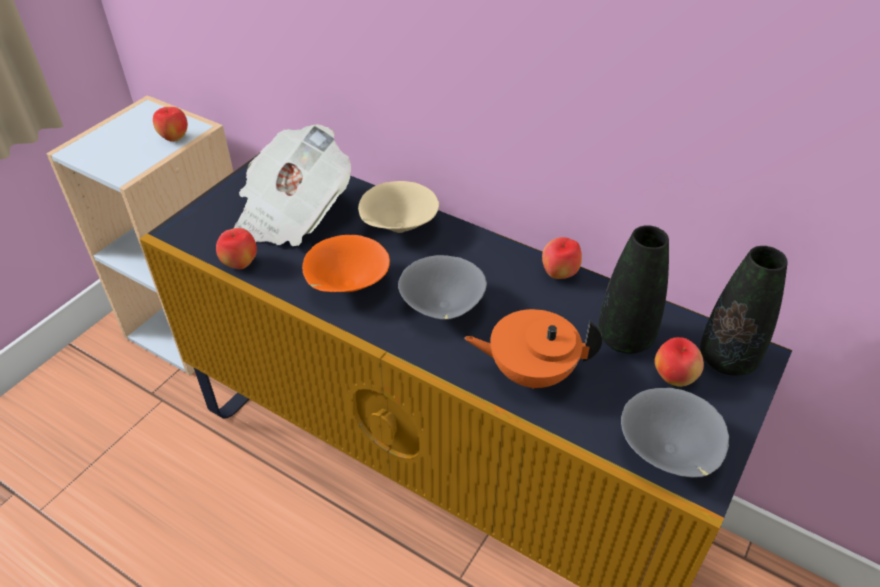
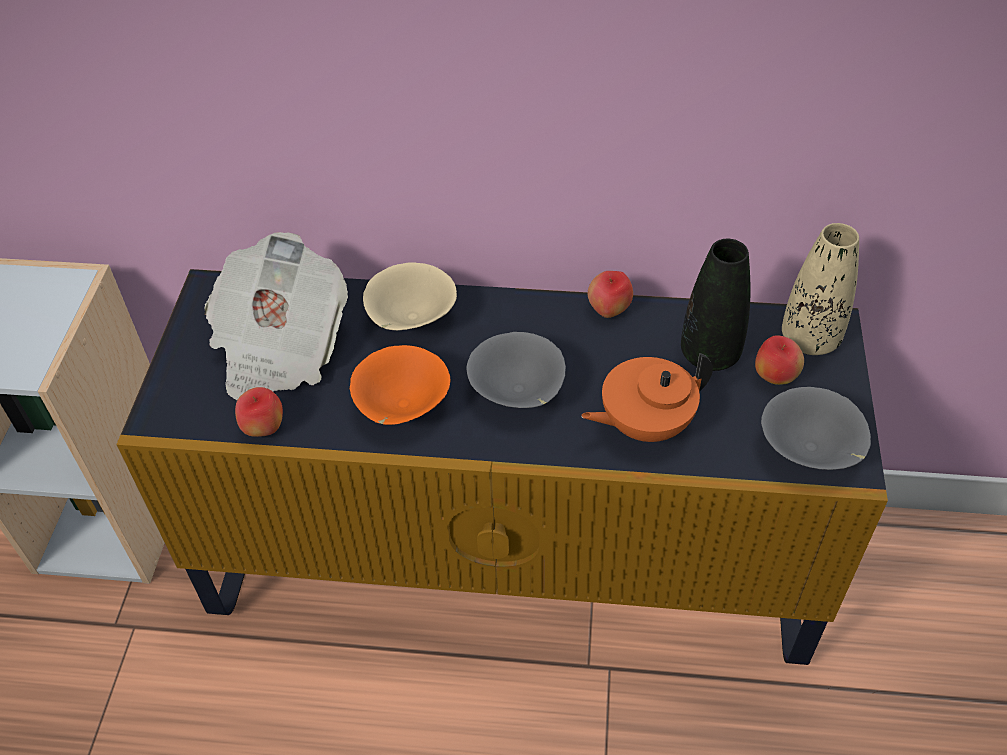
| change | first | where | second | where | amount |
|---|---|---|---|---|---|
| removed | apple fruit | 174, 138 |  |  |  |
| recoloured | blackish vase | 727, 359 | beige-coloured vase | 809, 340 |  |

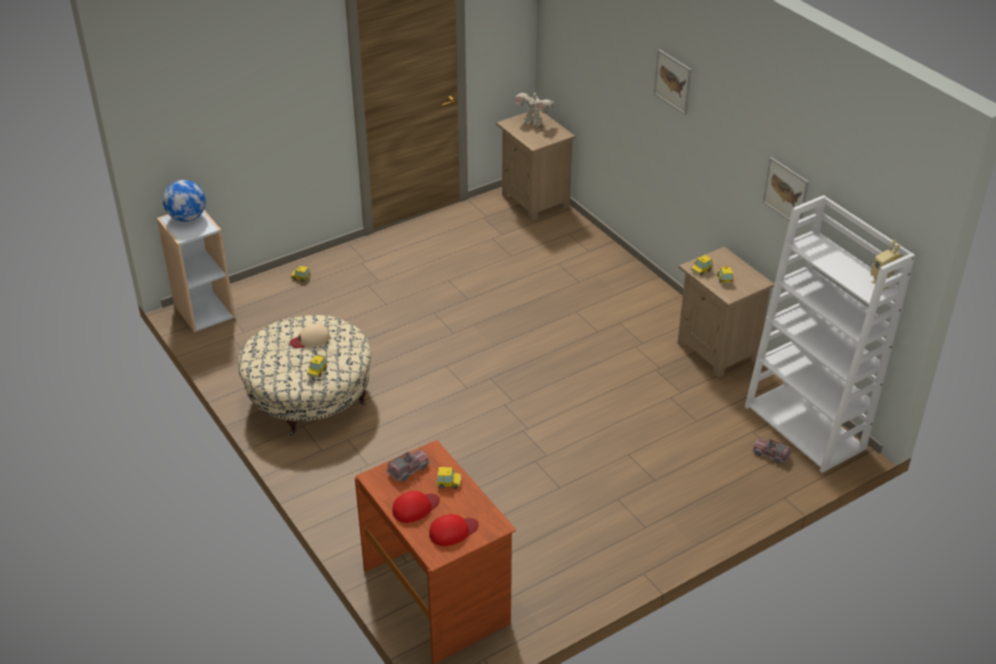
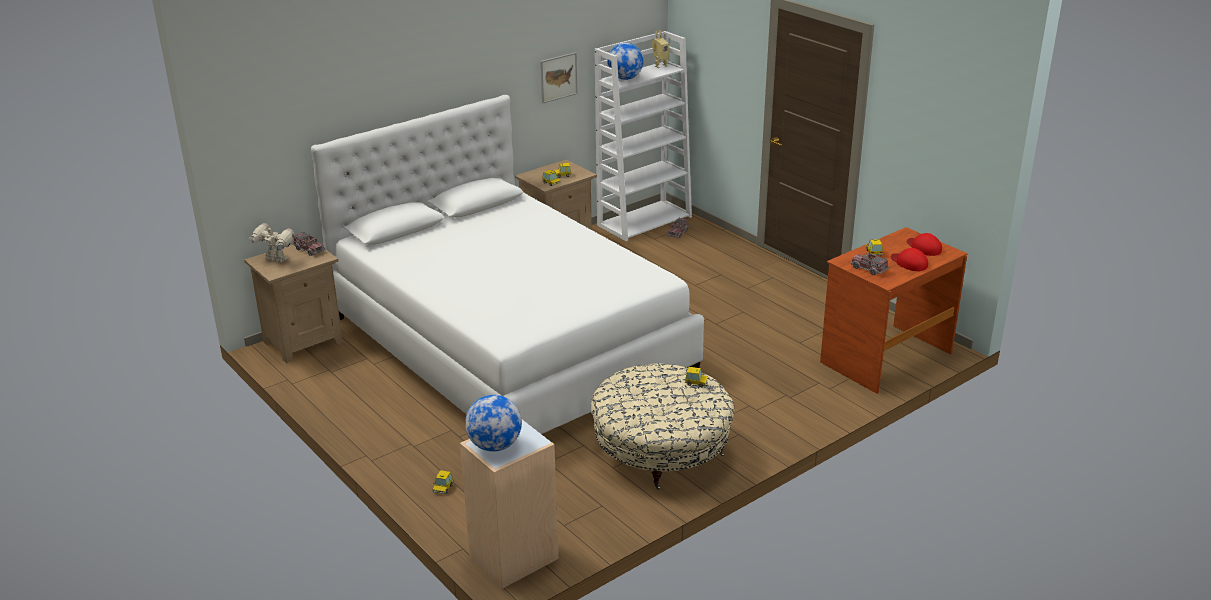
| change | first | where | second | where | amount |
|---|---|---|---|---|---|
| removed | beige-coloured cap | 310, 339 |  |  |  |
| turned | model robot | 533, 122 |  | 276, 260 | 90 degrees counterclockwise |
| removed | wall picture | 673, 81 |  |  |  |
| added |  |  | toy truck | 309, 249 |  |
| added |  |  | white bedroom bed | 509, 343 |  |
| added |  |  | desk globe | 625, 78 |  |

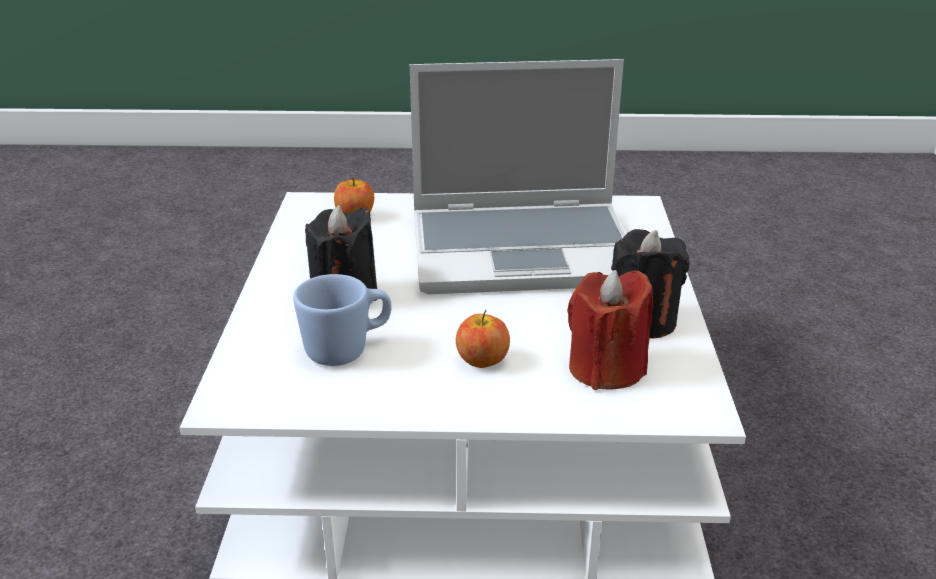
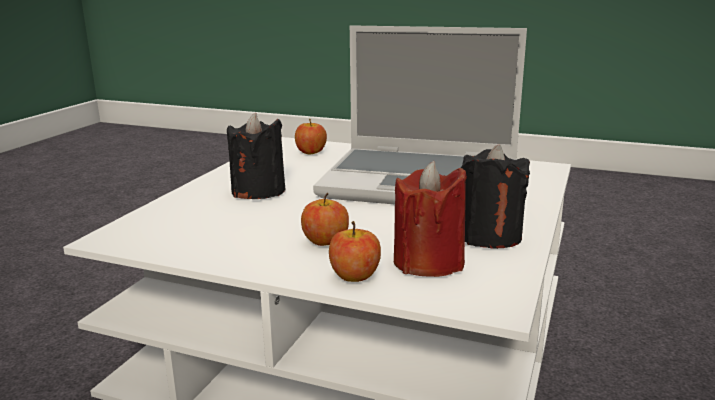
| change | first | where | second | where | amount |
|---|---|---|---|---|---|
| removed | blue tea mug | 347, 350 |  |  |  |
| added |  |  | apple fruit | 355, 276 |  |

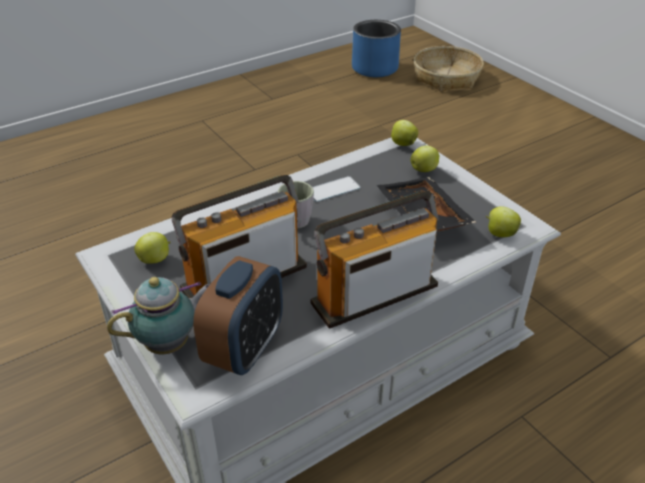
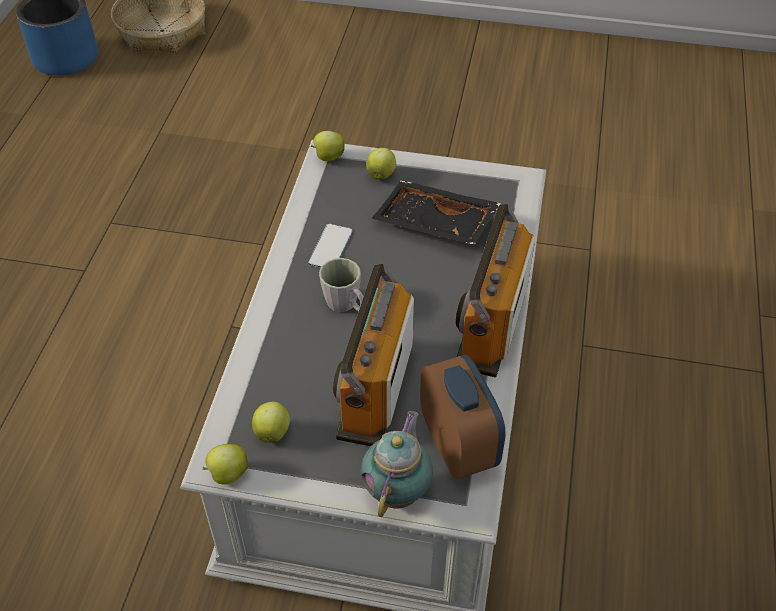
| change | first | where | second | where | amount |
|---|---|---|---|---|---|
| moved | apple fruit | 499, 233 |  | 227, 474 |  |

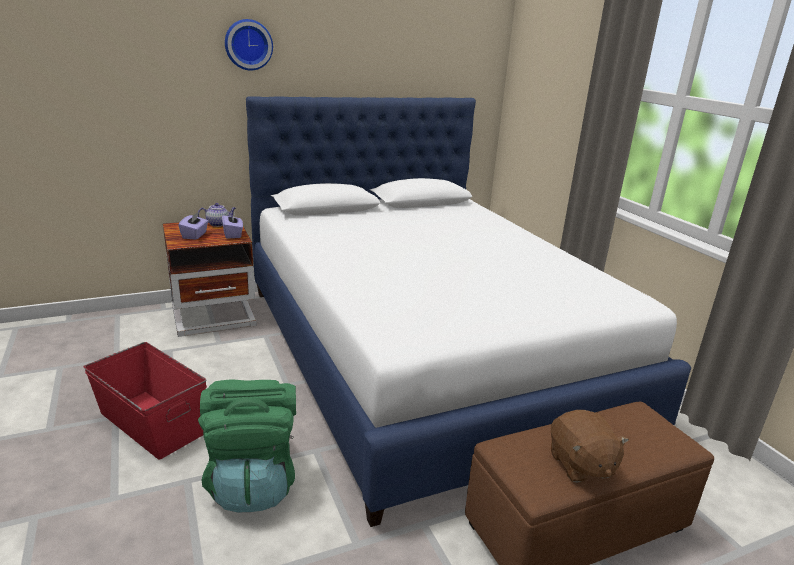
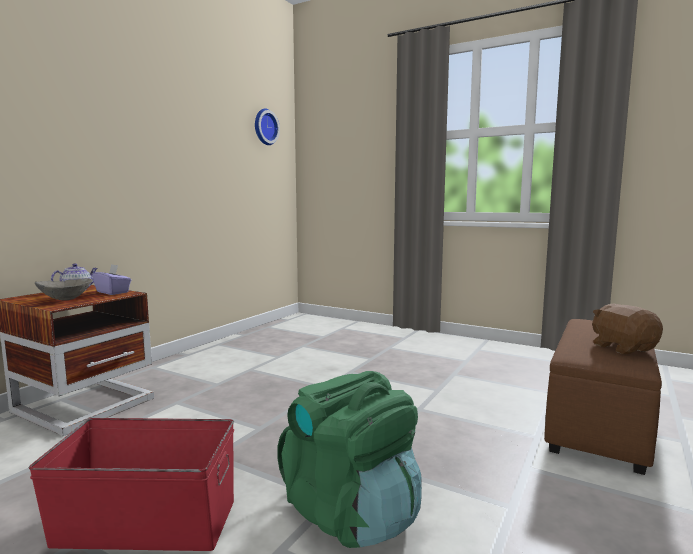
| change | first | where | second | where | amount |
|---|---|---|---|---|---|
| replaced | purple tissue box | 195, 235 | gray deep dish | 65, 299 |  |
| moved | hanging clock | 248, 45 |  | 264, 127 |  |
| removed | white bedroom bed | 424, 353 |  |  |  |
| turned | brown plush toy | 580, 465 |  | 623, 348 | 150 degrees counterclockwise |

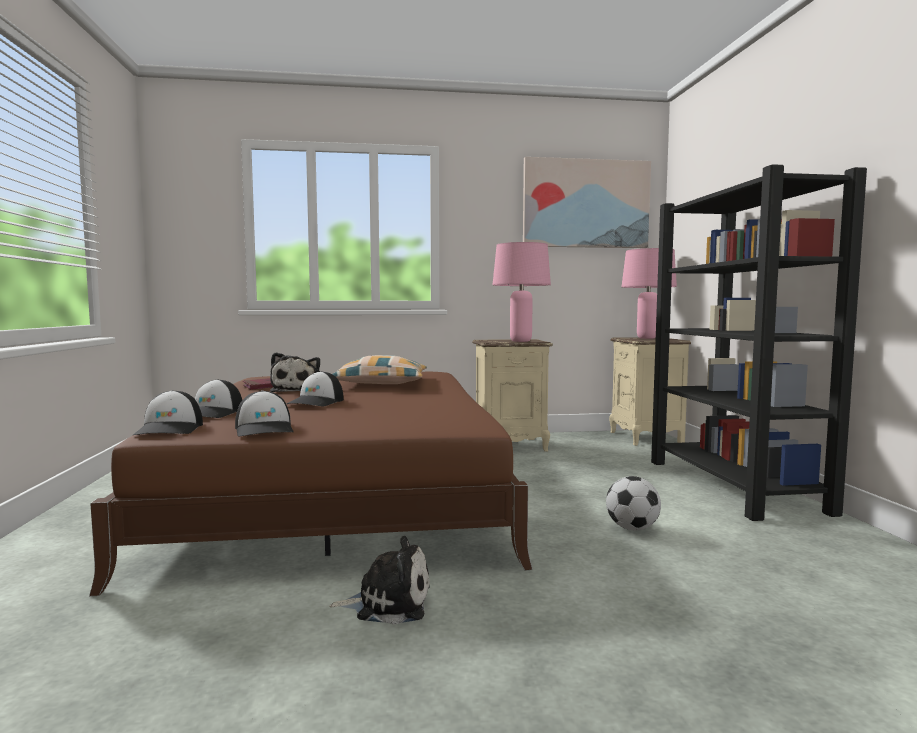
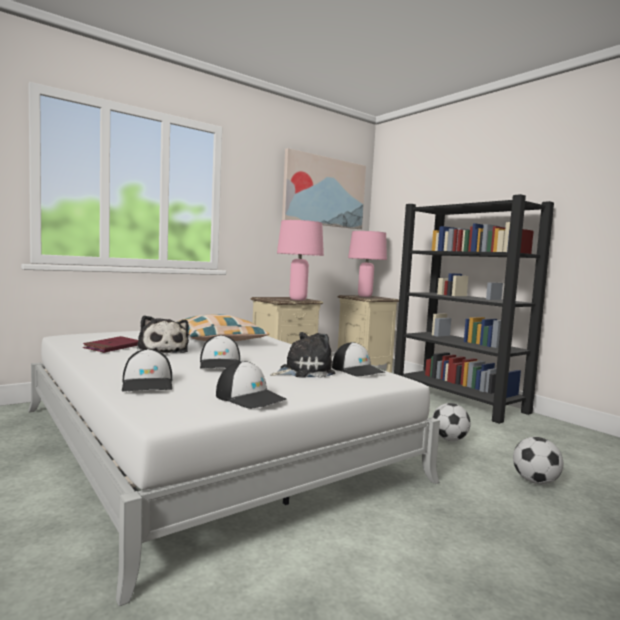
| change | first | where | second | where | amount |
|---|---|---|---|---|---|
| recoloured | brown bedroom bed | 341, 490 | white bedroom bed | 206, 442 |  |
| moved | cap | 170, 429 |  | 358, 370 |  |
| moved | plush toy | 388, 603 |  | 303, 372 |  |
| added |  |  | football | 535, 481 |  |

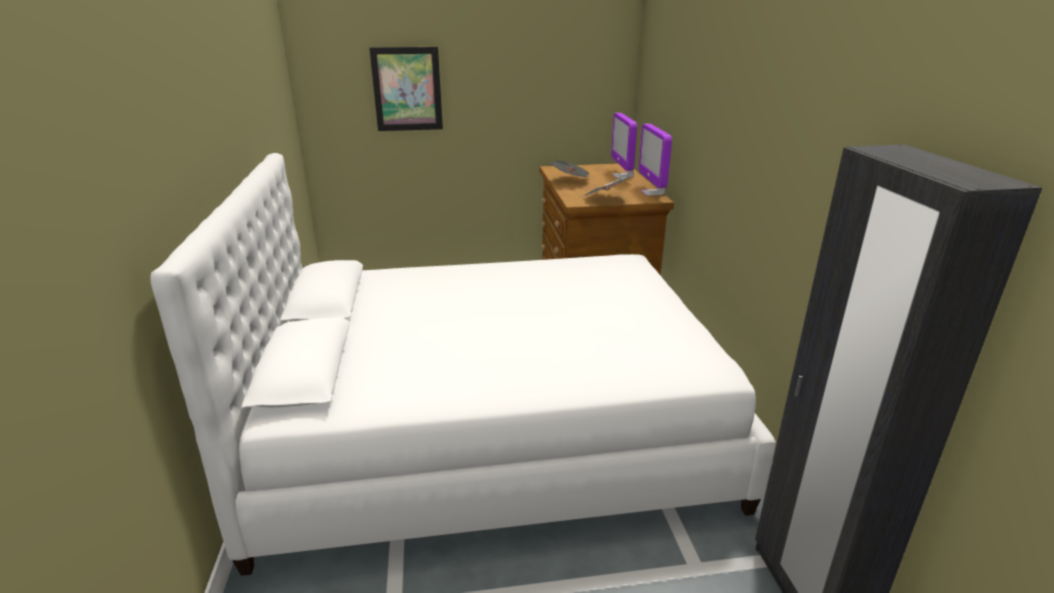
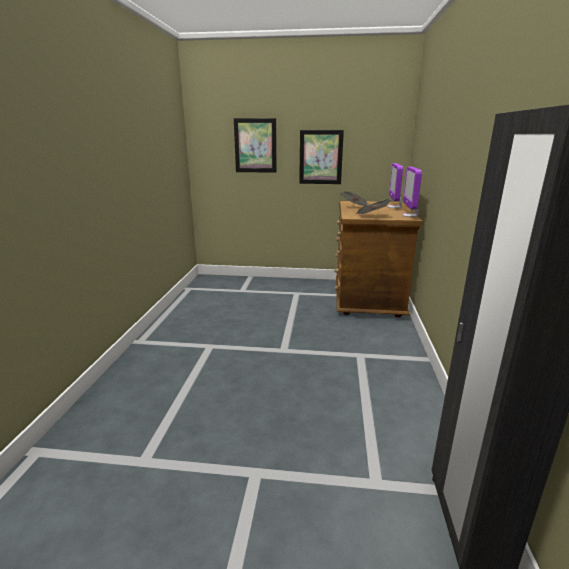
| change | first | where | second | where | amount |
|---|---|---|---|---|---|
| removed | white bedroom bed | 492, 430 |  |  |  |
| added |  |  | wall picture | 320, 157 |  |

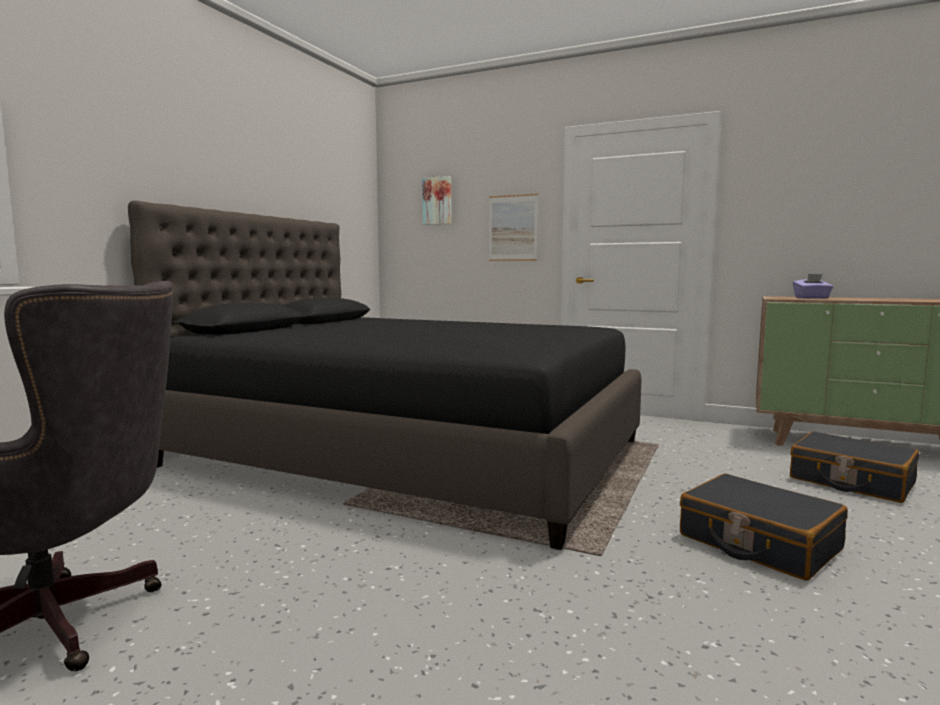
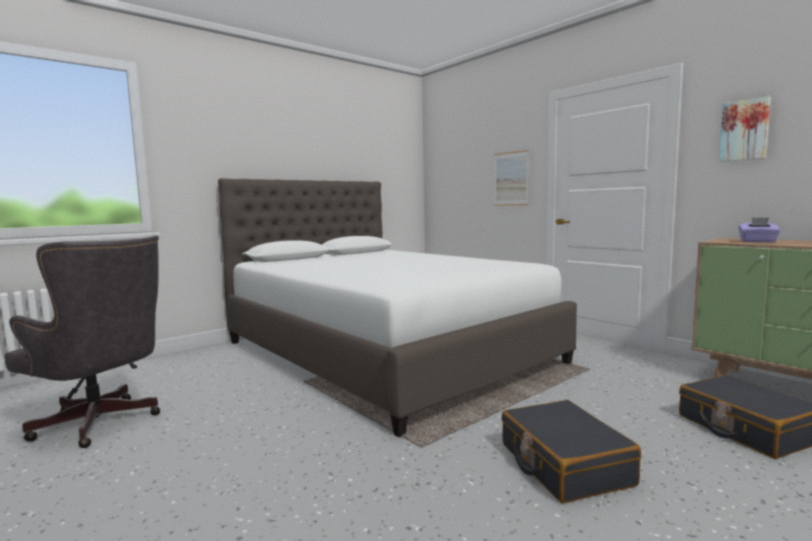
| change | first | where | second | where | amount |
|---|---|---|---|---|---|
| recoloured | blackish bedroom bed | 408, 453 | white bedroom bed | 385, 352 |  |
| moved | wall picture | 437, 201 |  | 744, 130 |  |

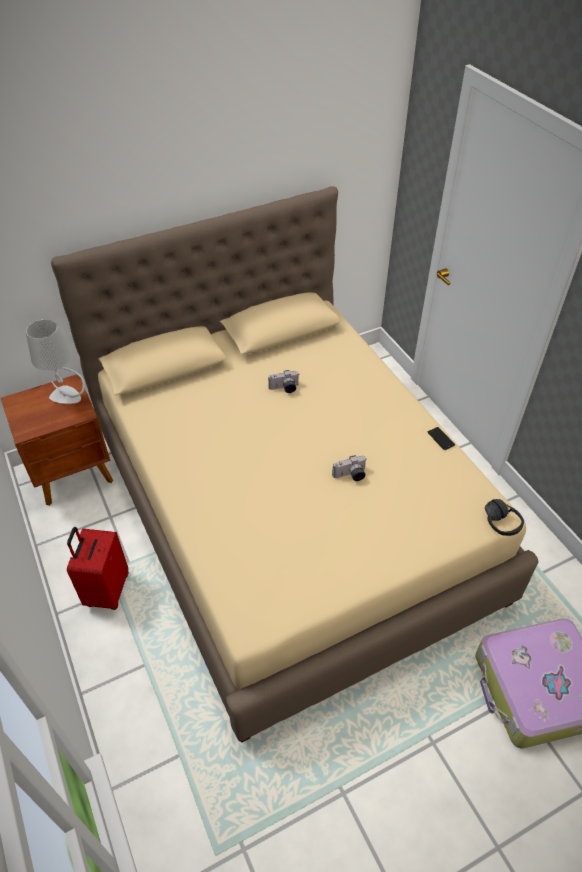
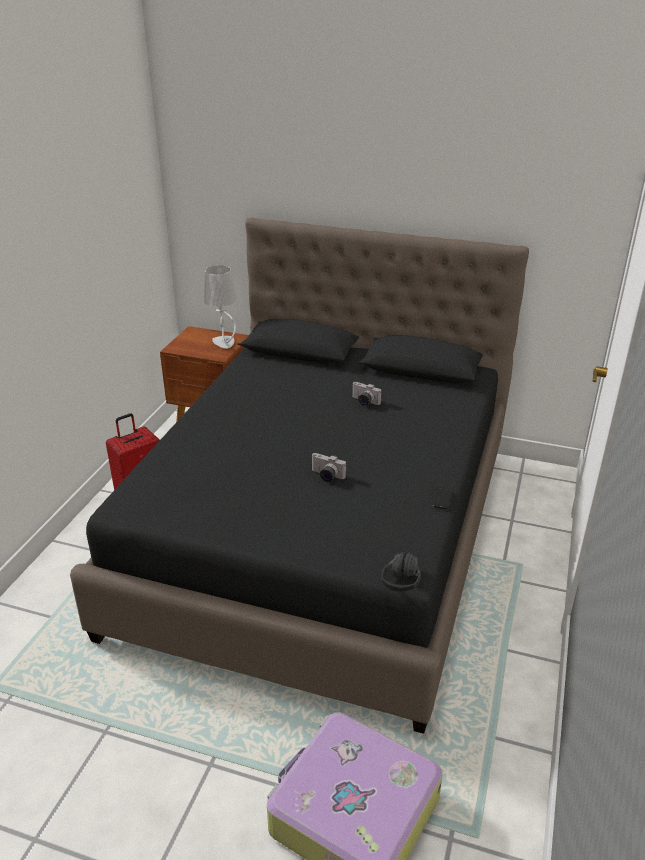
| change | first | where | second | where | amount |
|---|---|---|---|---|---|
| recoloured | beige-coloured bedroom bed | 291, 514 | blackish bedroom bed | 323, 536 |  |

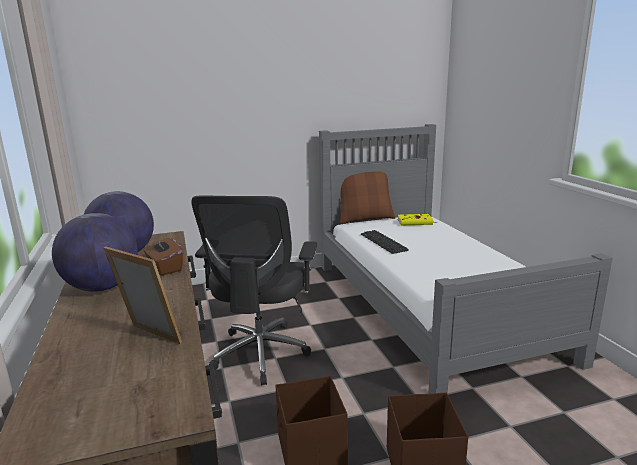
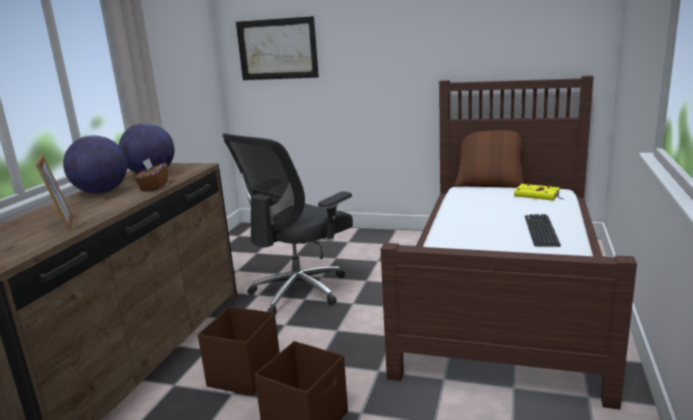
| change | first | where | second | where | amount |
|---|---|---|---|---|---|
| recoloured | gray bedroom bed | 428, 306 | brown bedroom bed | 504, 293 |  |
| moved | computer keyboard | 383, 242 |  | 541, 231 |  |
| added |  |  | wall picture | 277, 49 |  |

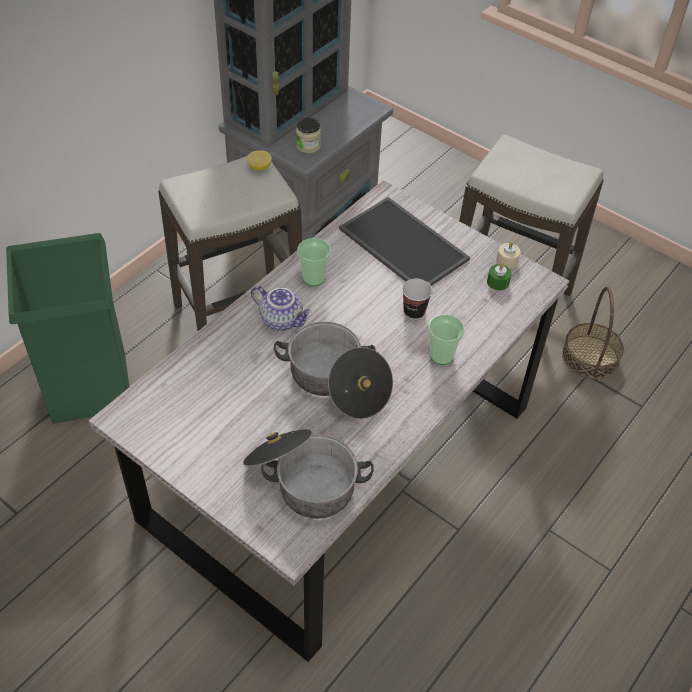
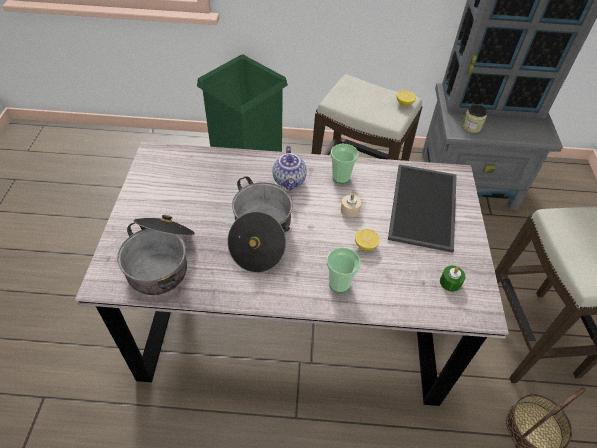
| change | first | where | second | where | amount |
|---|---|---|---|---|---|
| replaced | small cup | 414, 312 | citrus fruit | 365, 245 |  |
| moved | beige-coloured wax candle | 507, 261 |  | 350, 210 |  |

